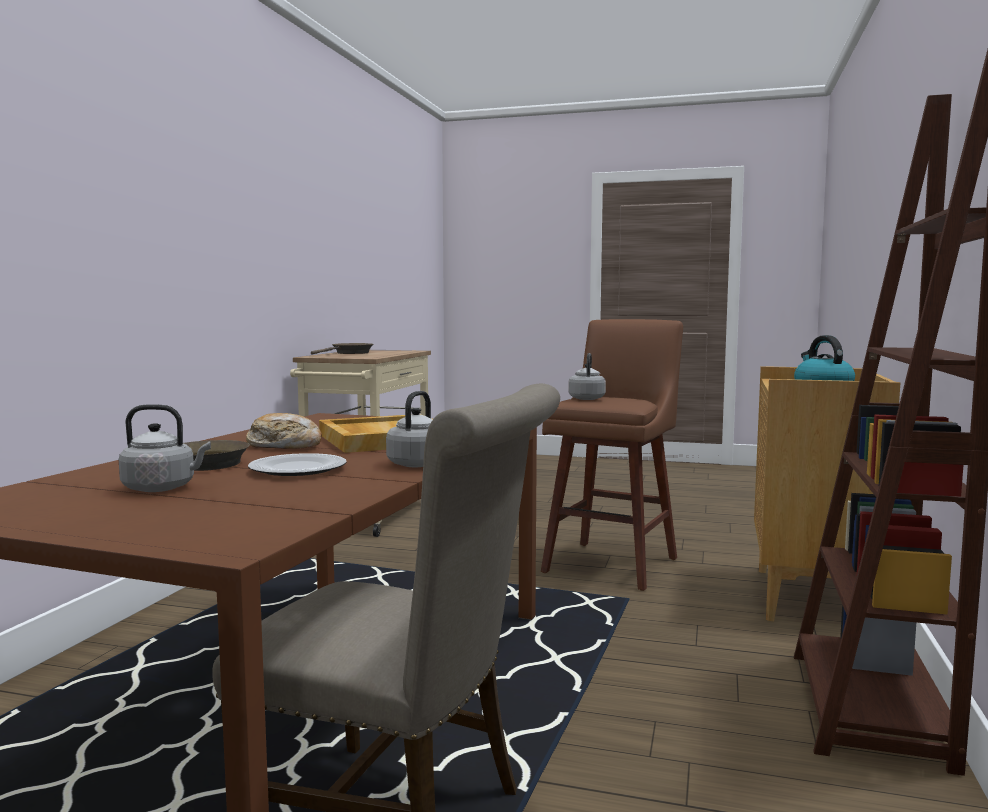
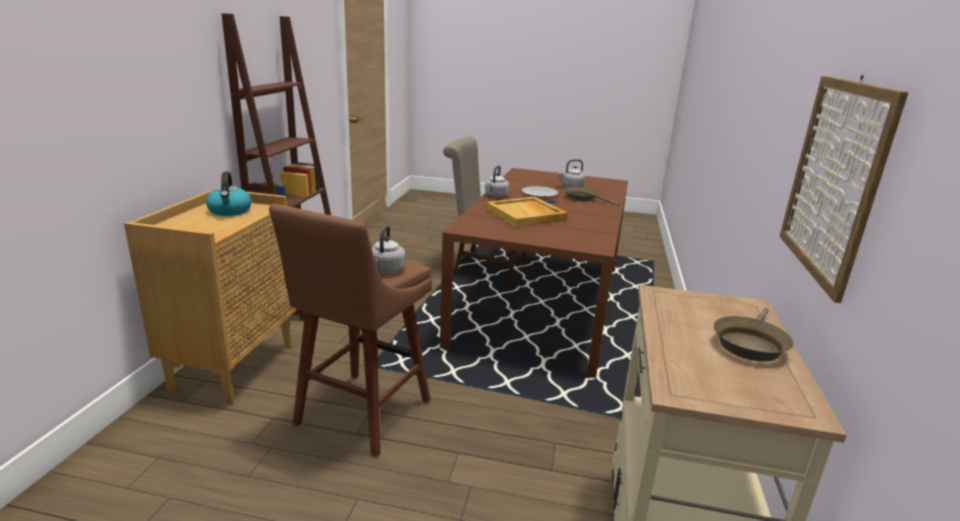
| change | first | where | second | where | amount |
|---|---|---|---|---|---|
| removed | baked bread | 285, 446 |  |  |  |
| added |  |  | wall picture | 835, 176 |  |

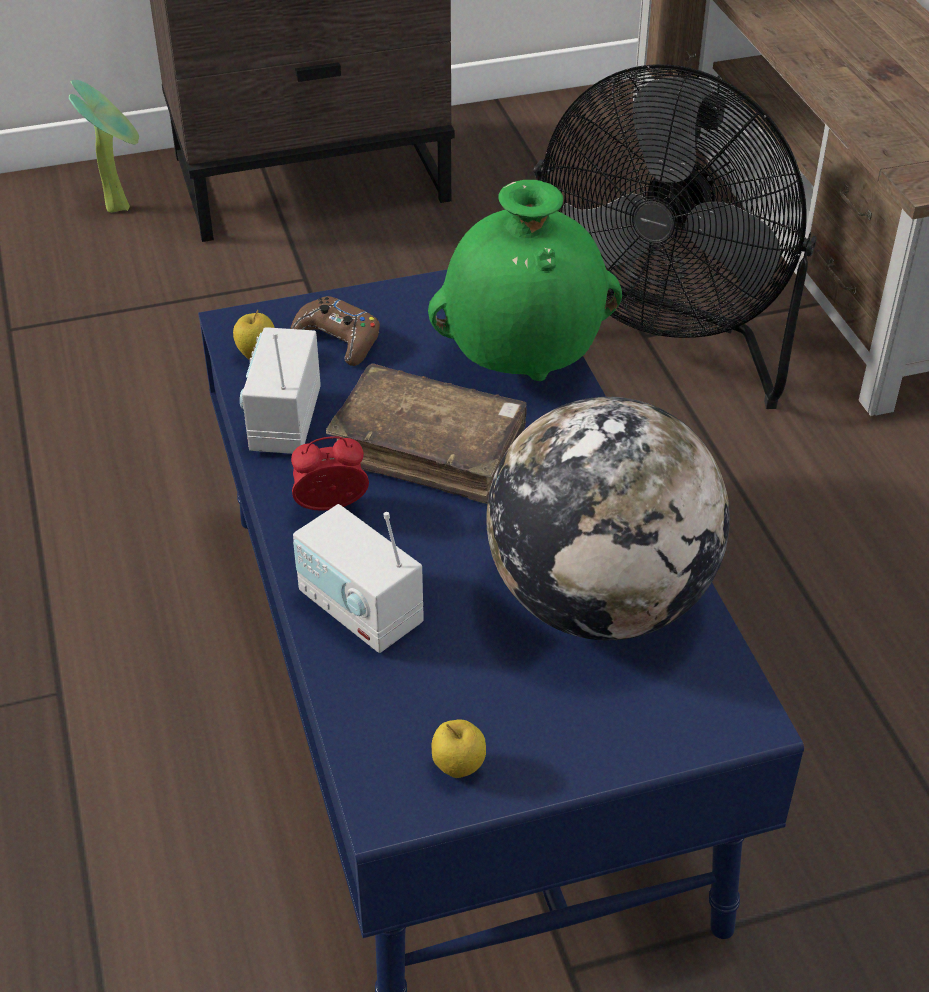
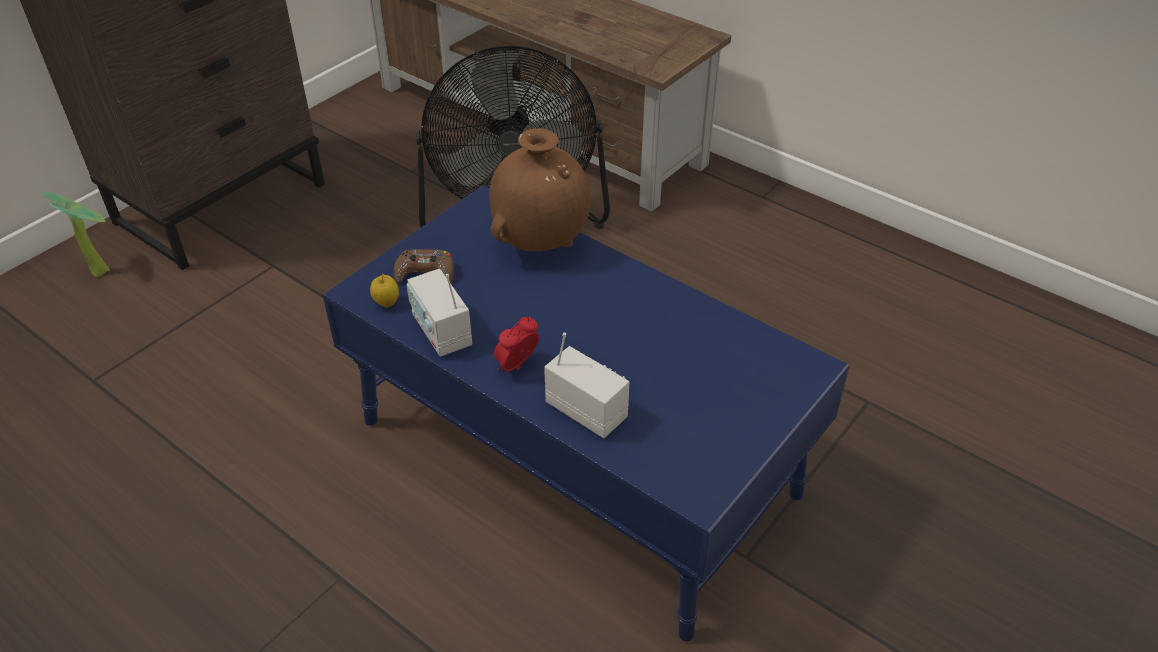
| change | first | where | second | where | amount |
|---|---|---|---|---|---|
| turned | radio | 360, 611 |  | 586, 411 | 150 degrees counterclockwise |
| removed | brown volume | 429, 449 |  |  |  |
| recoloured | green vase | 525, 363 | brown vase | 541, 242 |  |
| removed | apple fruit | 458, 769 |  |  |  |
| removed | desk globe | 600, 600 |  |  |  |

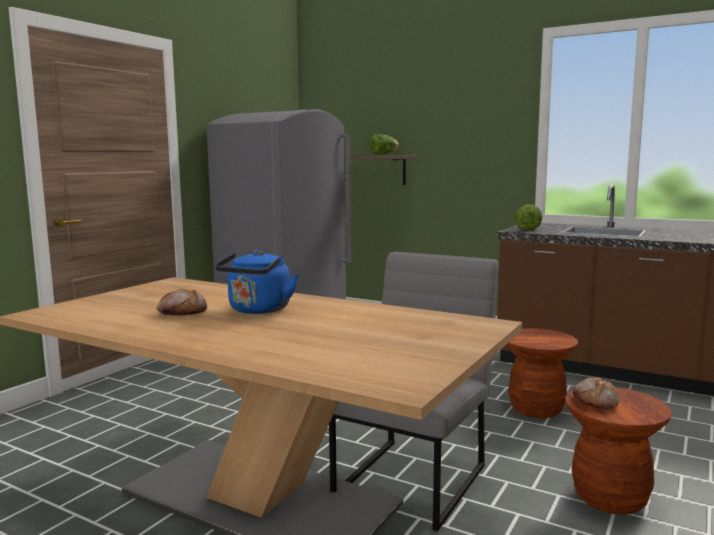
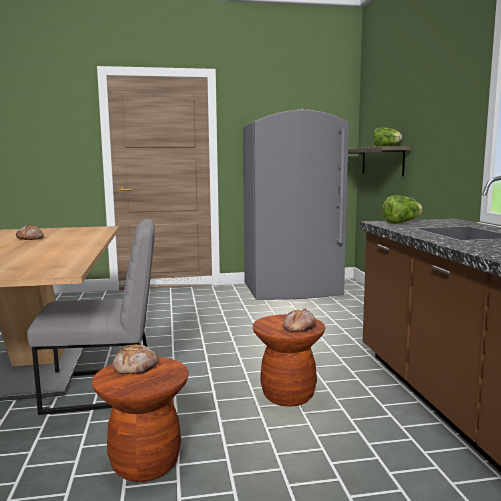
| change | first | where | second | where | amount |
|---|---|---|---|---|---|
| removed | blue kettle | 258, 310 |  |  |  |
| added |  |  | baked bread | 298, 328 |  |

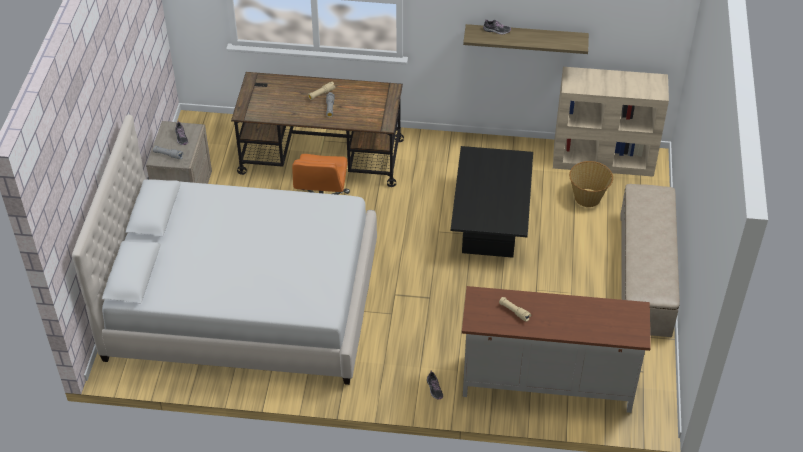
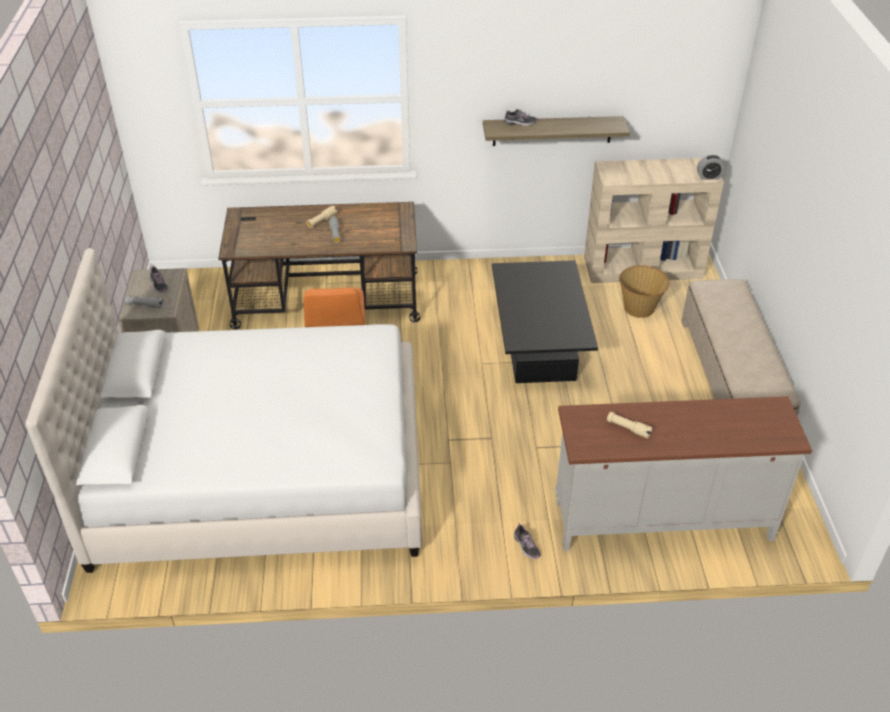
| change | first | where | second | where | amount |
|---|---|---|---|---|---|
| added |  |  | table clock | 709, 177 |  |

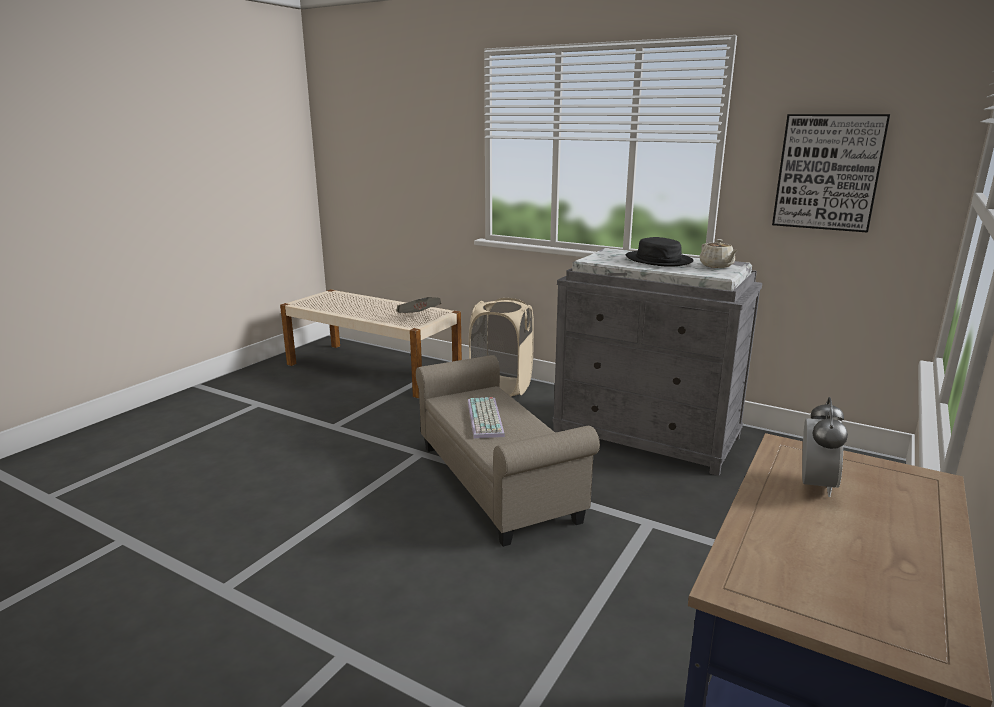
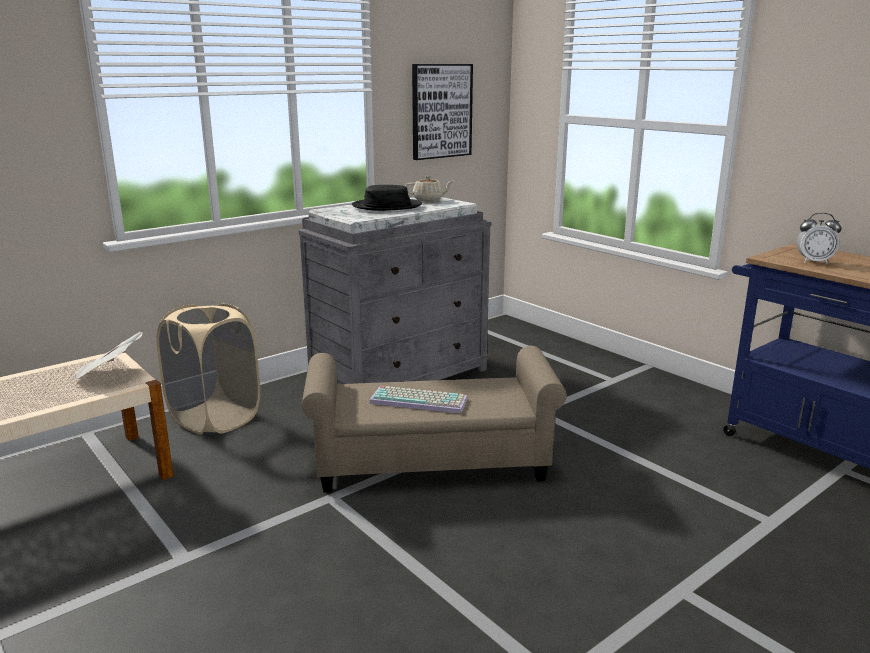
| change | first | where | second | where | amount |
|---|---|---|---|---|---|
| turned | table clock | 815, 485 |  | 814, 262 | 150 degrees clockwise |

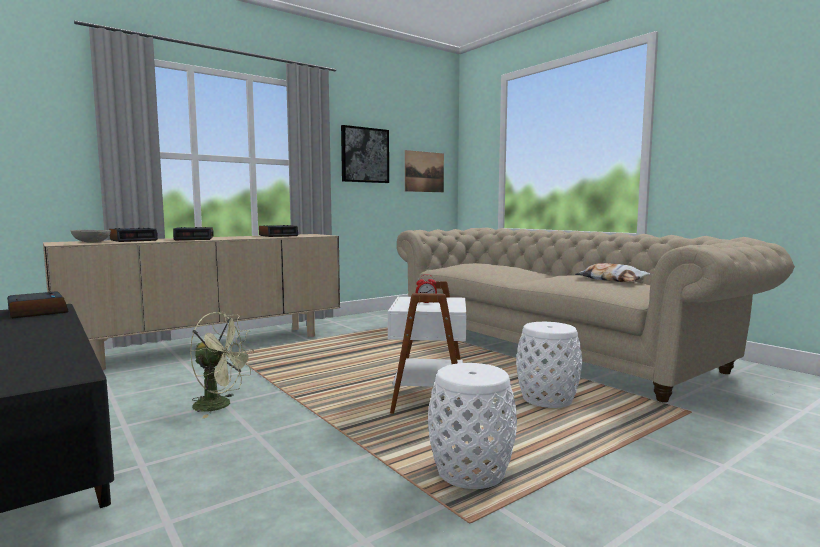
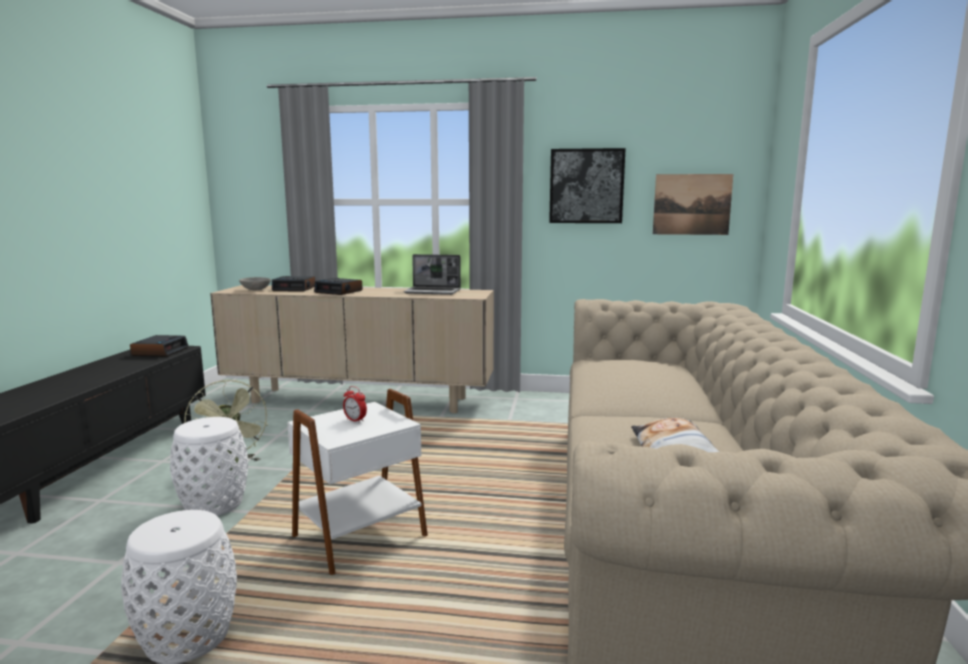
| change | first | where | second | where | amount |
|---|---|---|---|---|---|
| replaced | table clock | 278, 235 | portable computer | 433, 292 |  |
| moved | white stool seat | 546, 400 |  | 214, 504 |  |

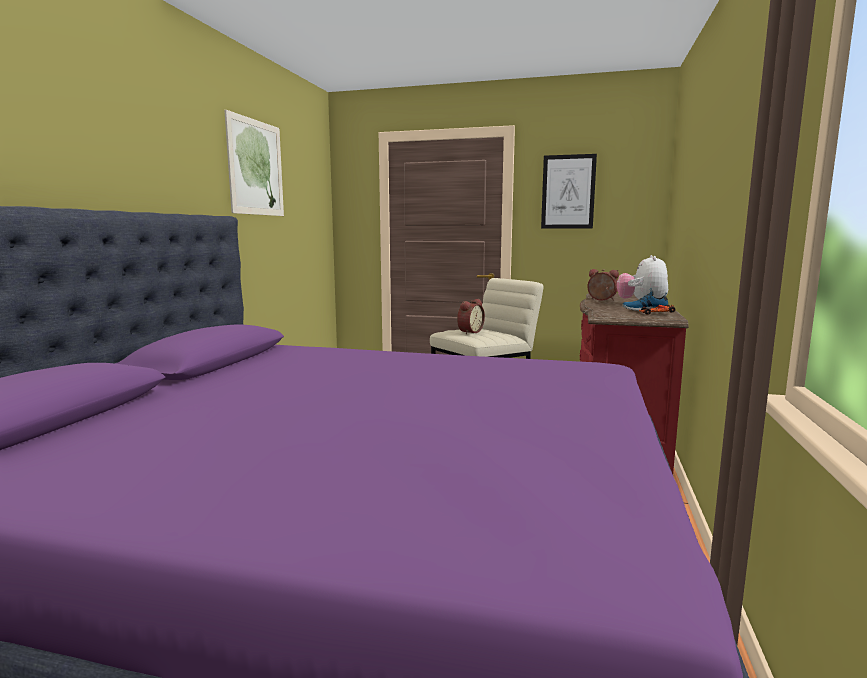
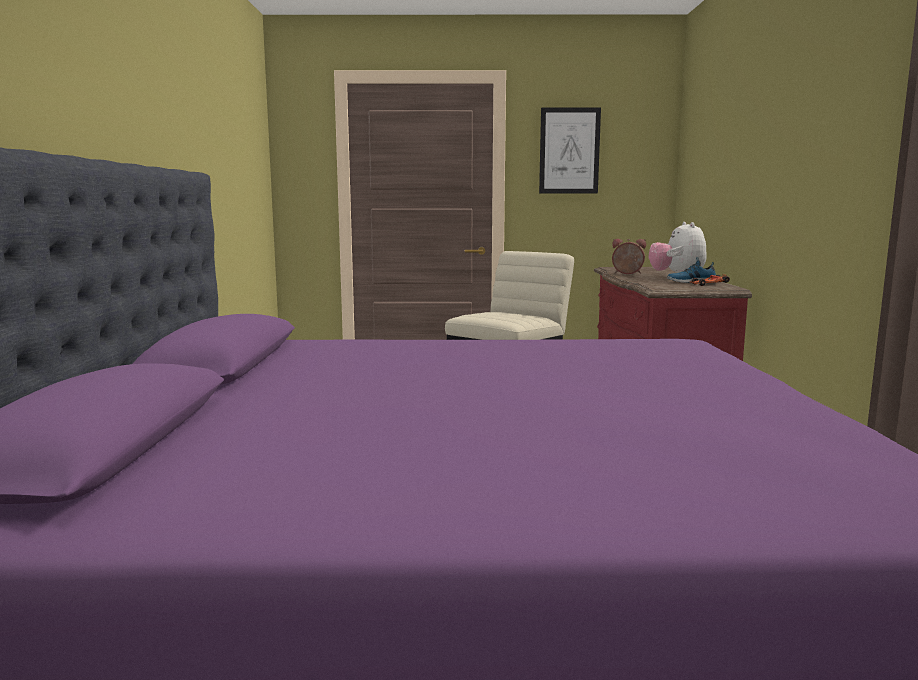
| change | first | where | second | where | amount |
|---|---|---|---|---|---|
| removed | wall picture | 256, 168 |  |  |  |
| removed | table clock | 469, 332 |  |  |  |

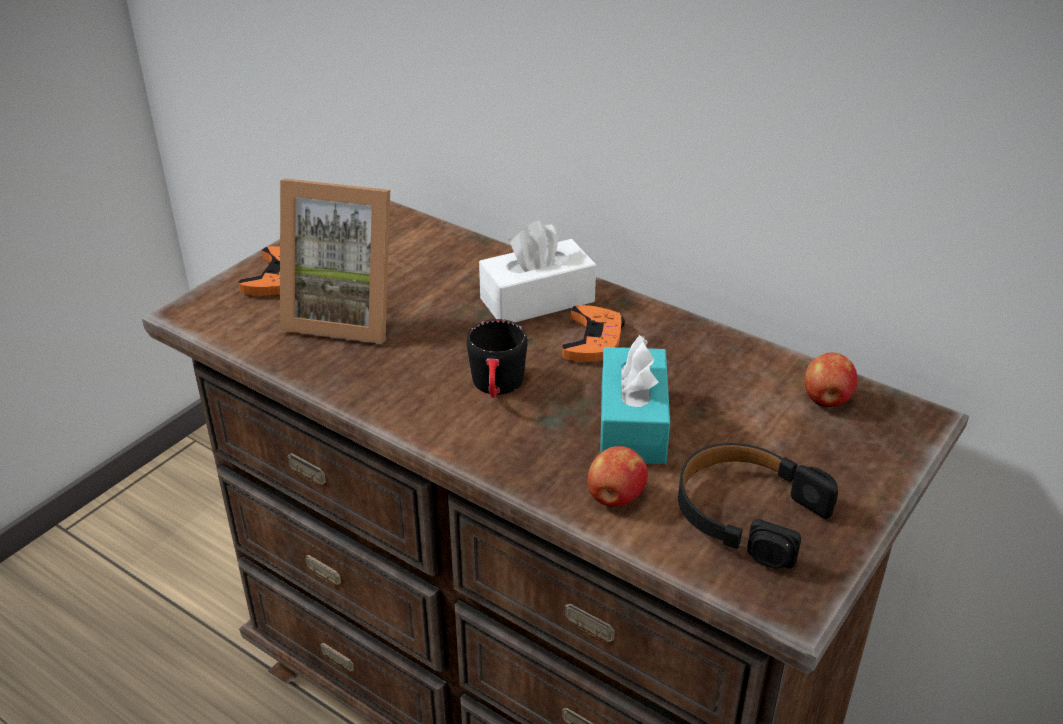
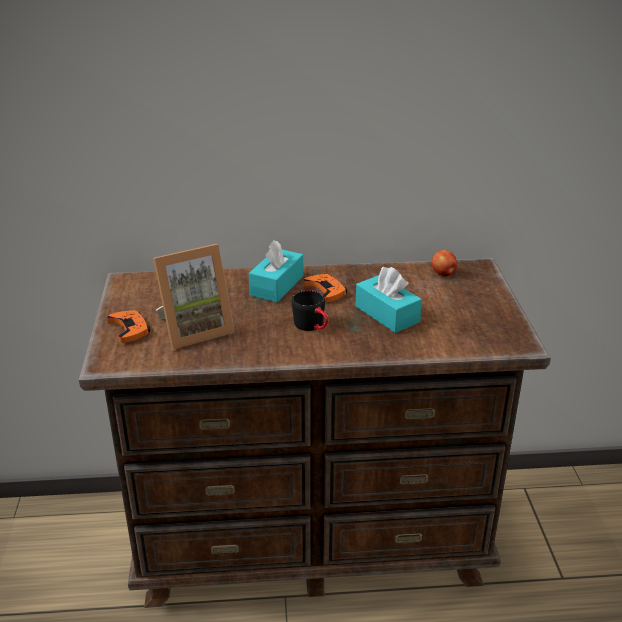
| change | first | where | second | where | amount |
|---|---|---|---|---|---|
| recoloured | white tissue box | 537, 300 | turquoise-coloured tissue box | 277, 285 |  |
| removed | apple fruit | 615, 498 |  |  |  |
| removed | blackish headset | 747, 513 |  |  |  |

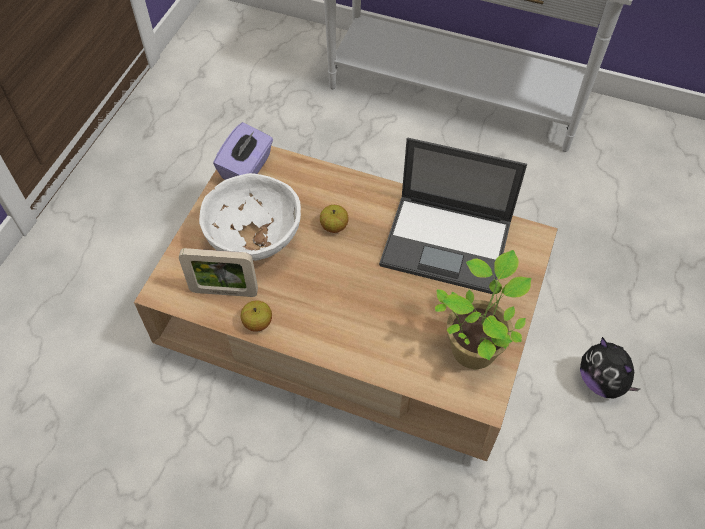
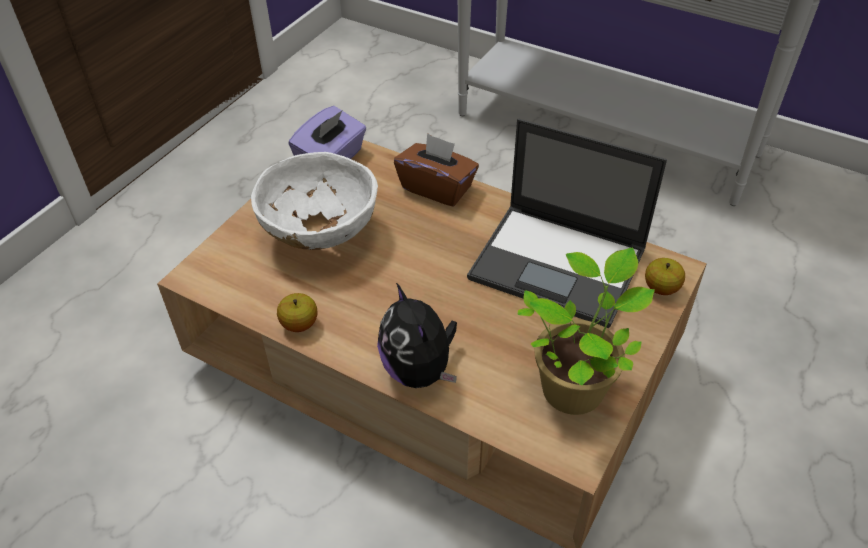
| change | first | where | second | where | amount |
|---|---|---|---|---|---|
| removed | standing frame | 224, 291 |  |  |  |
| moved | apple fruit | 334, 226 |  | 661, 288 |  |
| moved | plush toy | 601, 381 |  | 419, 370 |  |
| added |  |  | brown tissue box | 437, 188 |  |

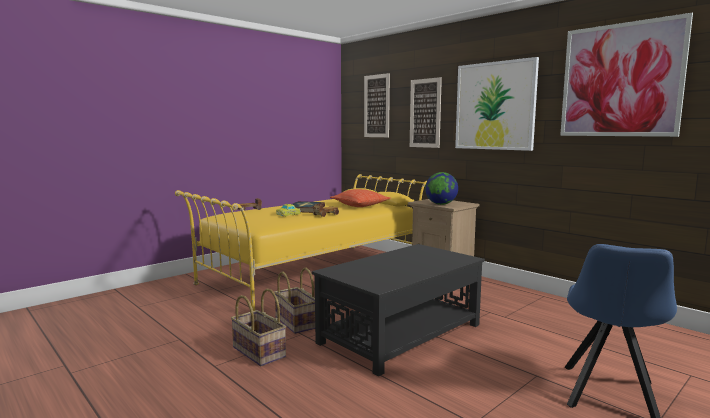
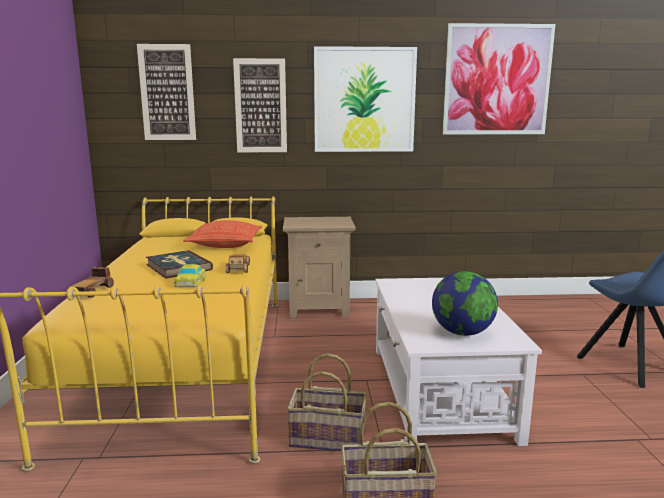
| change | first | where | second | where | amount |
|---|---|---|---|---|---|
| recoloured | blackish low table | 400, 334 | white low table | 439, 391 |  |
| moved | desk globe | 441, 204 |  | 462, 333 |  |

